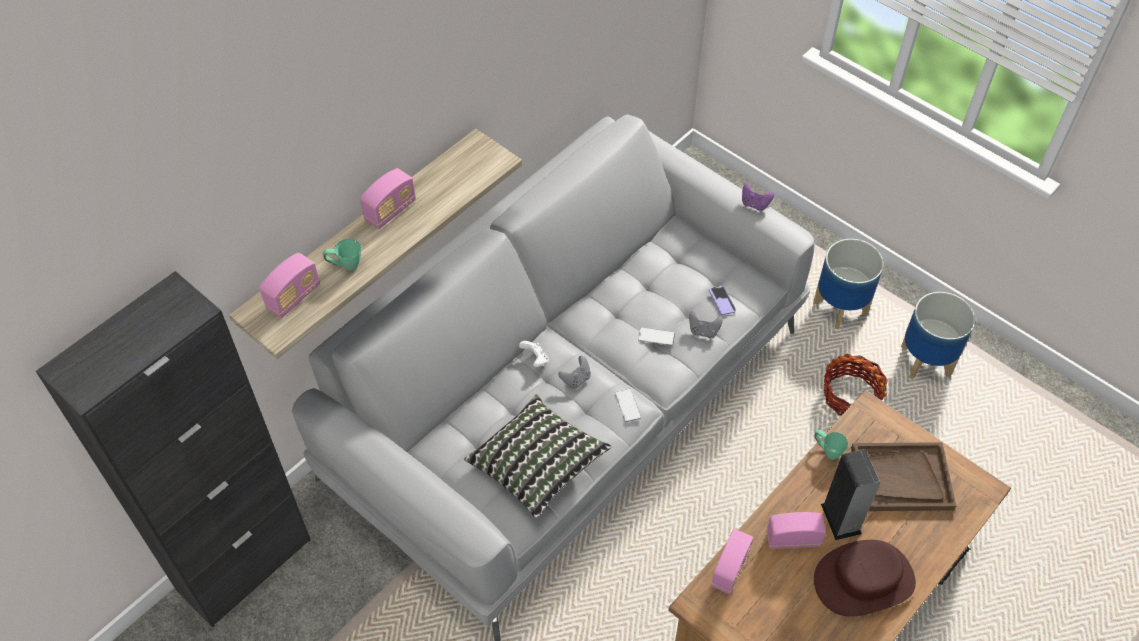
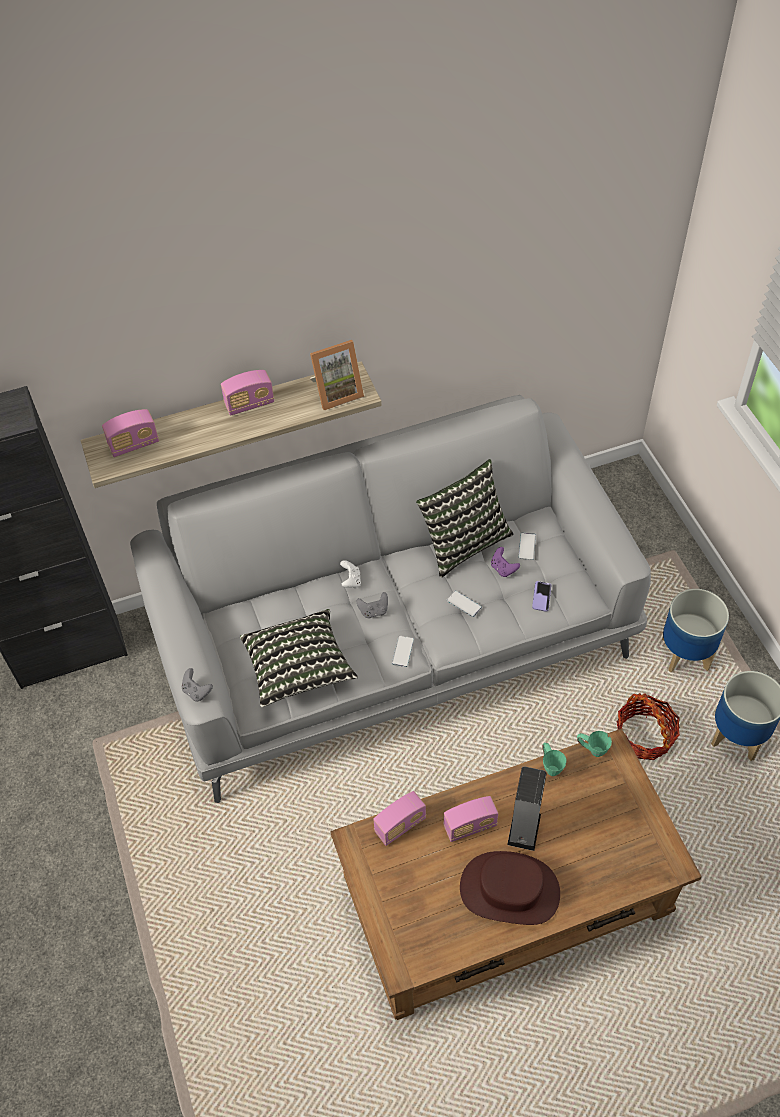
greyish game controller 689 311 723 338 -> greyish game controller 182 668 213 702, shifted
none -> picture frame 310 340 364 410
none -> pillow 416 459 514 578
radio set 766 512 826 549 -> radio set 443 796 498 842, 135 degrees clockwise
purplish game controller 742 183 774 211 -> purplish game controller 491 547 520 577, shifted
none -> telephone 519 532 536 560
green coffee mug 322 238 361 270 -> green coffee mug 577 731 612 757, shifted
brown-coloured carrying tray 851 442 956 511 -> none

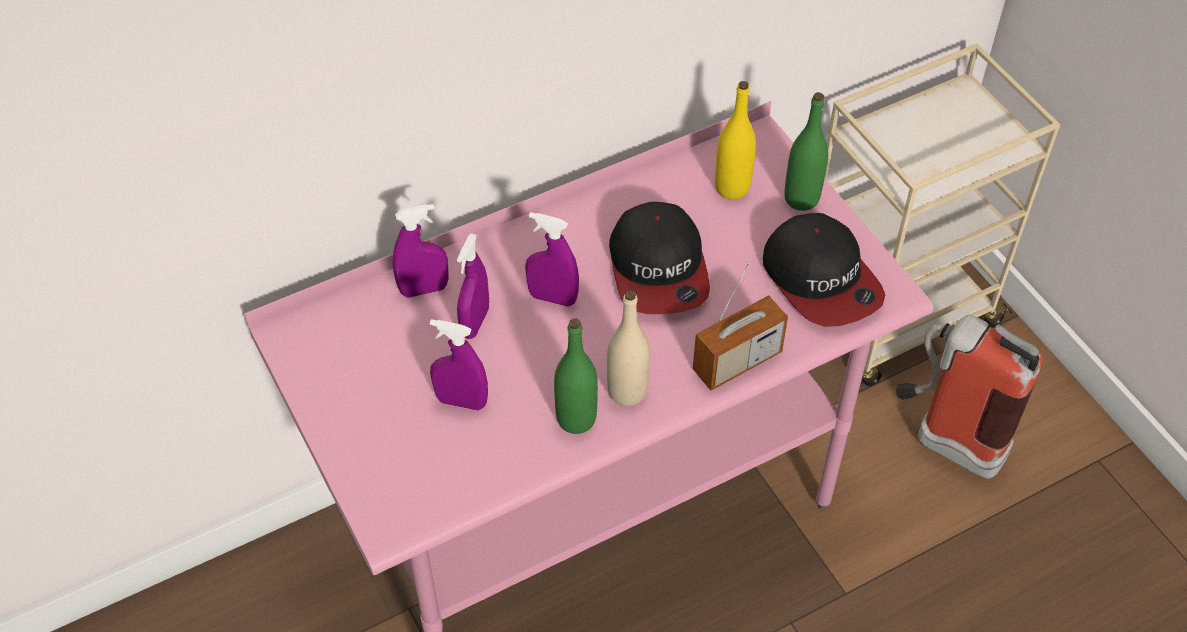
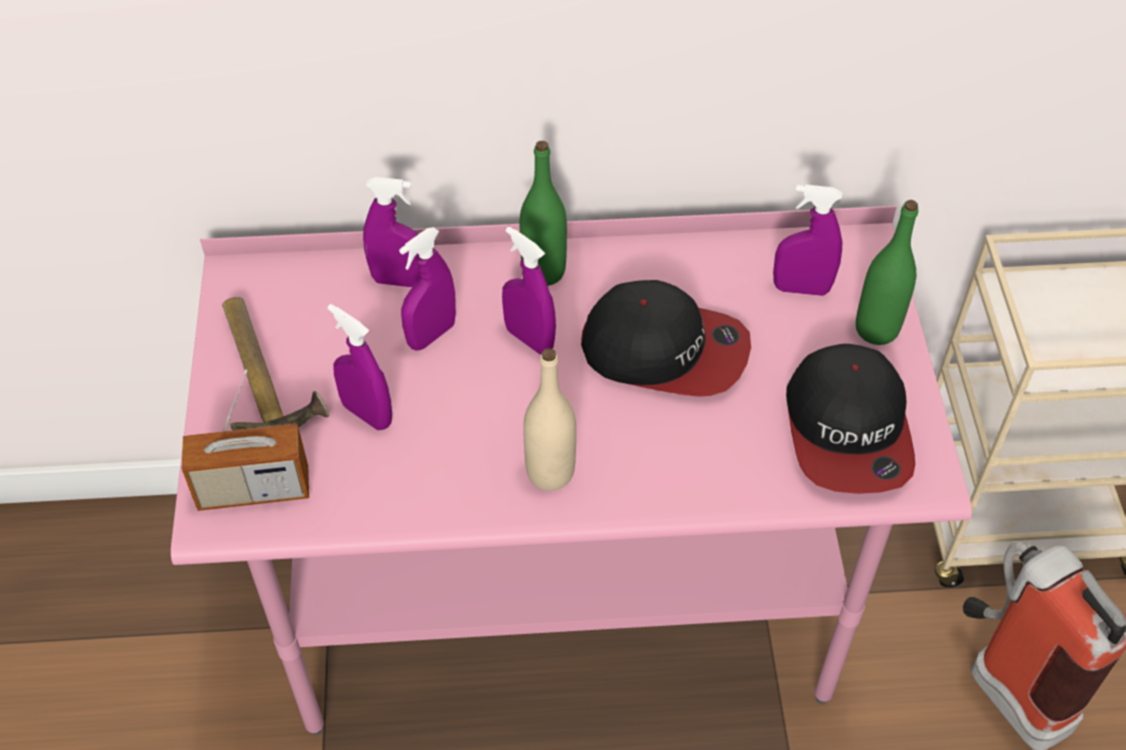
radio set 693 260 788 391 -> radio set 182 370 309 511, shifted
none -> hammer 222 297 329 430
green drink bottle 554 318 598 434 -> green drink bottle 520 141 567 286, shifted
peaked cap 609 202 710 314 -> peaked cap 581 280 751 397, 90 degrees counterclockwise
yellow drink bottle 715 81 756 199 -> purplish hand sprayer 773 184 842 296

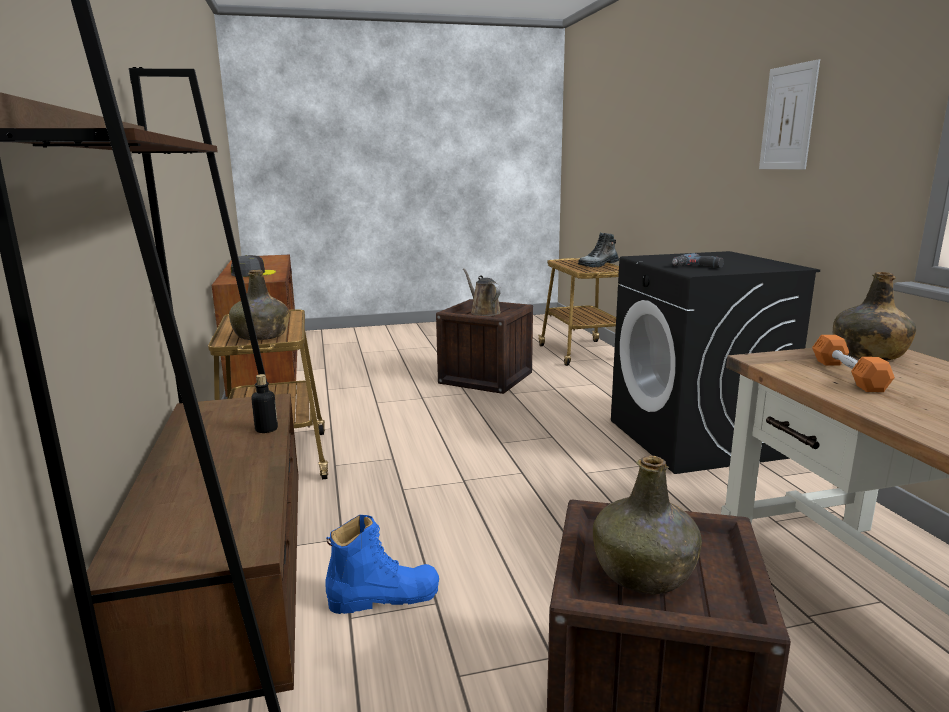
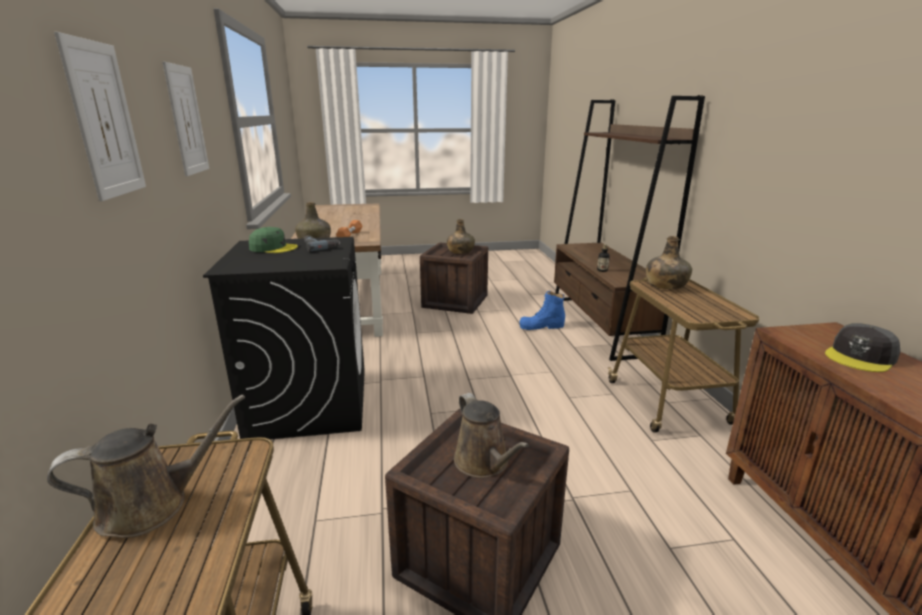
boot 578 232 619 267 -> brown-coloured watering can 47 395 245 538
none -> wall picture 54 32 146 201
none -> green peaked cap 249 227 298 253

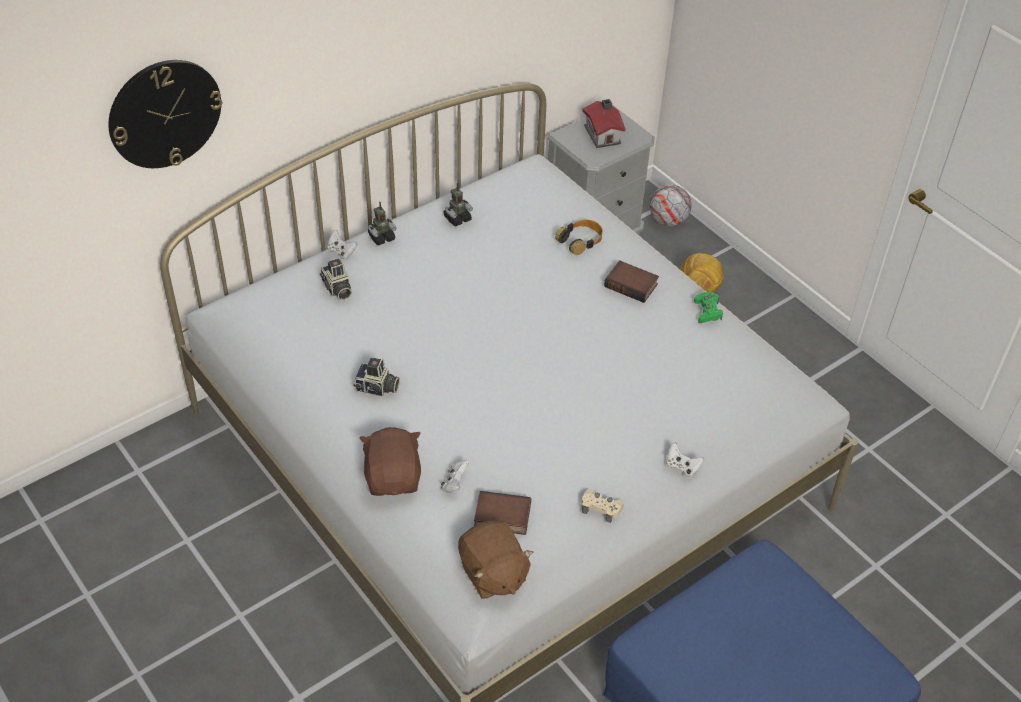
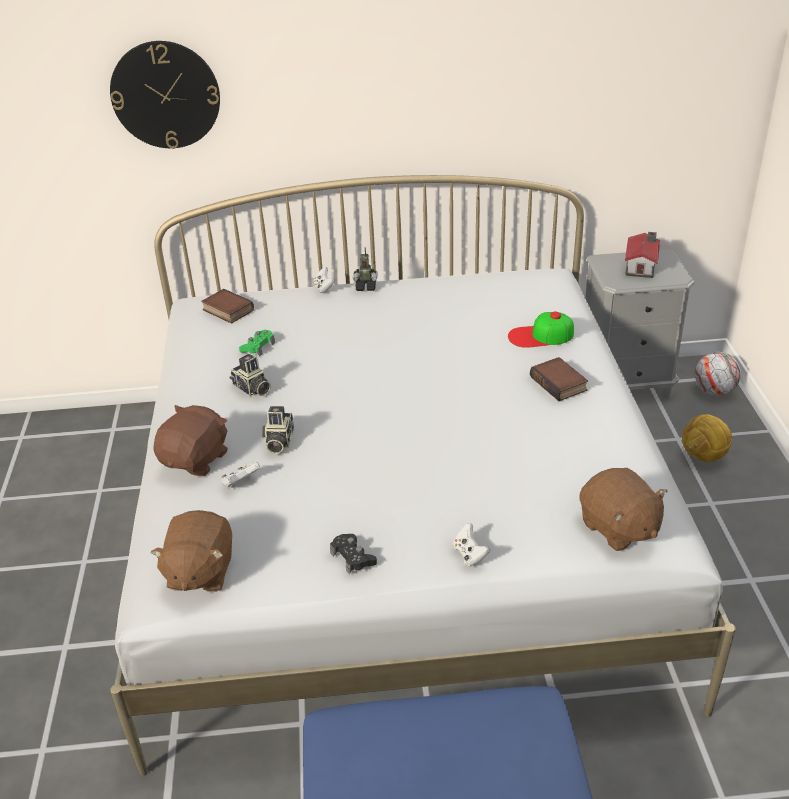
book 474 491 531 535 -> book 201 289 254 324, shifted
green game controller 694 292 723 323 -> green game controller 239 330 275 356, shifted
photo camera 320 259 352 300 -> photo camera 262 406 294 454, shifted
sand-coloured game controller 581 489 624 523 -> black game controller 330 534 377 574
pair of headphones 555 220 603 255 -> peaked cap 508 312 574 348
none -> brown-coloured soft toy 579 468 667 551
toy robot 444 183 473 226 -> none

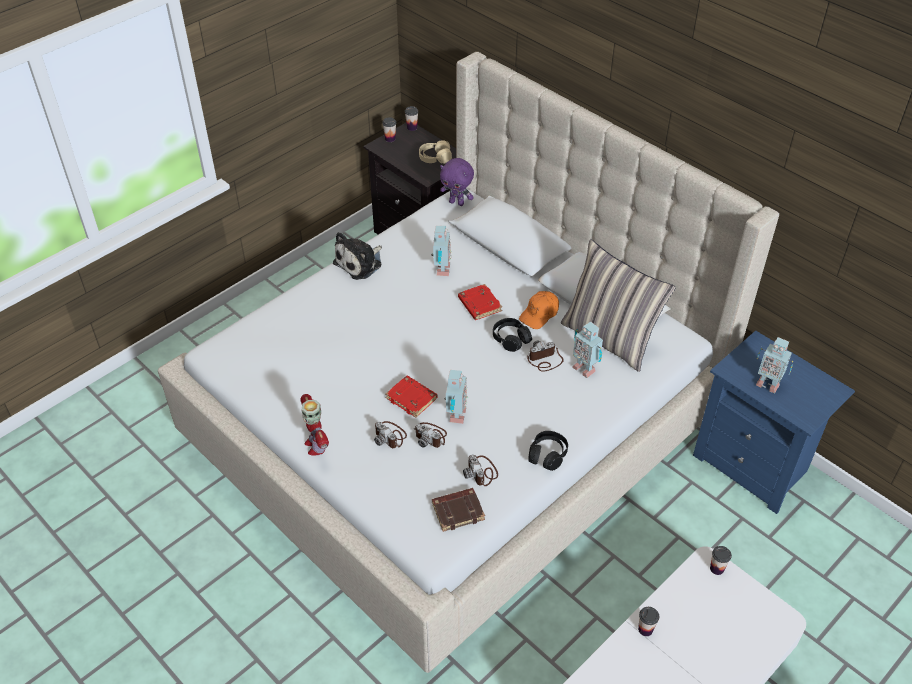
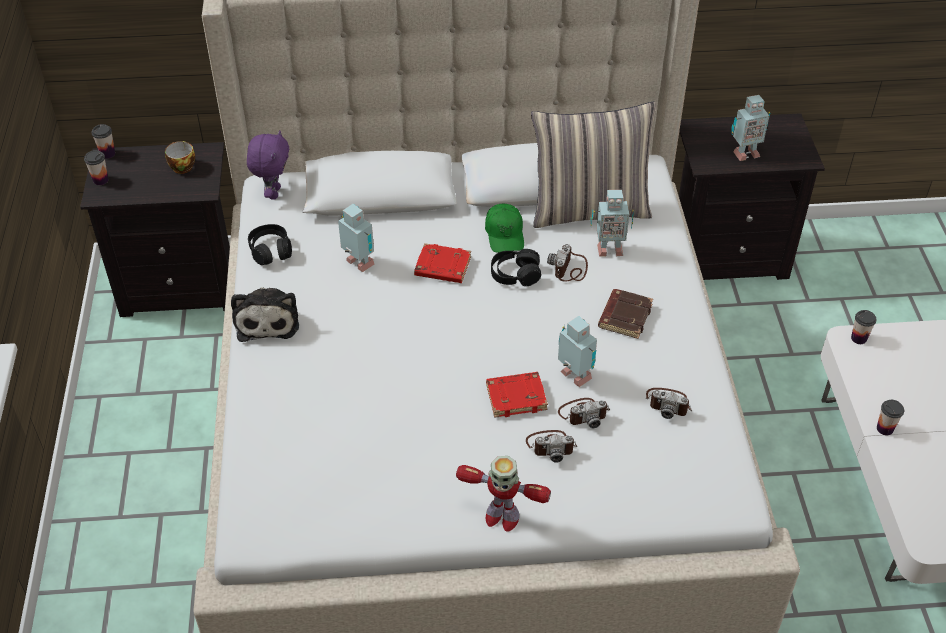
sand-coloured pair of headphones 419 140 452 164 -> drinking cup 165 141 195 174
purplish soft toy 440 158 474 206 -> purplish soft toy 247 130 289 199, 60 degrees counterclockwise
black pair of headphones 528 431 568 471 -> black pair of headphones 248 224 292 265, shifted
orange peaked cap 519 291 559 329 -> green peaked cap 485 204 524 253
brown-coloured book 432 488 485 532 -> brown-coloured book 598 289 653 339, shifted
blue bedside table 693 331 855 514 -> black bedside table 679 113 825 280

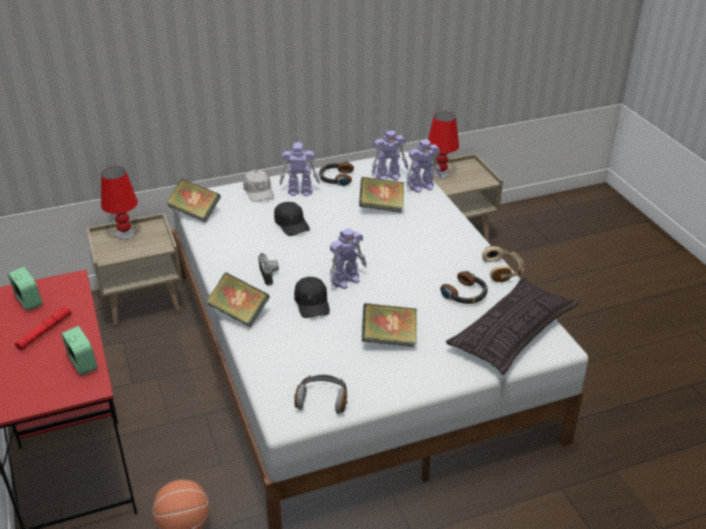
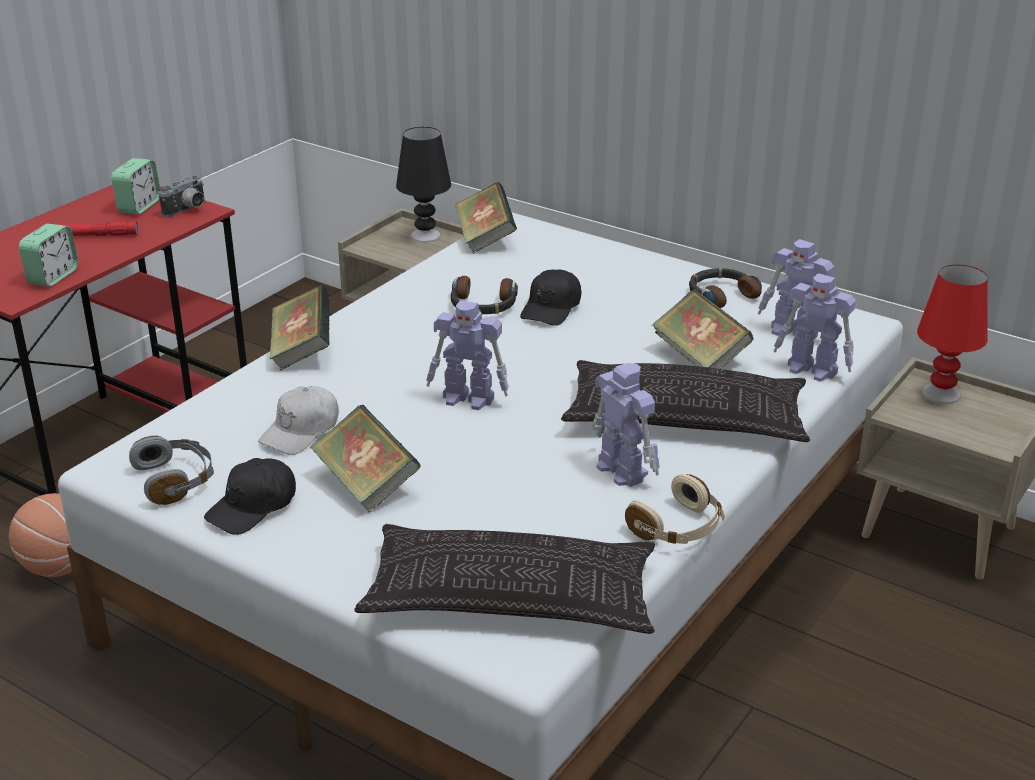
photo camera 258 253 279 285 -> photo camera 159 175 205 217, shifted
black peaked cap 294 277 330 318 -> black peaked cap 204 458 296 535, shifted
whitish peaked cap 243 170 274 202 -> whitish peaked cap 258 386 339 455, shifted
red-coloured lamp for a table 101 167 138 240 -> black lamp for a table 396 127 451 243
pair of headphones 440 271 488 304 -> pair of headphones 451 276 518 314, shifted
none -> pillow 561 360 810 442
toy robot 280 142 320 196 -> toy robot 592 363 660 487, shifted

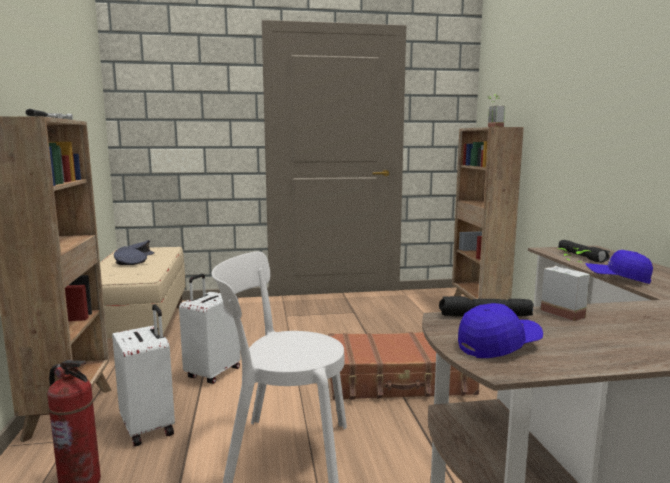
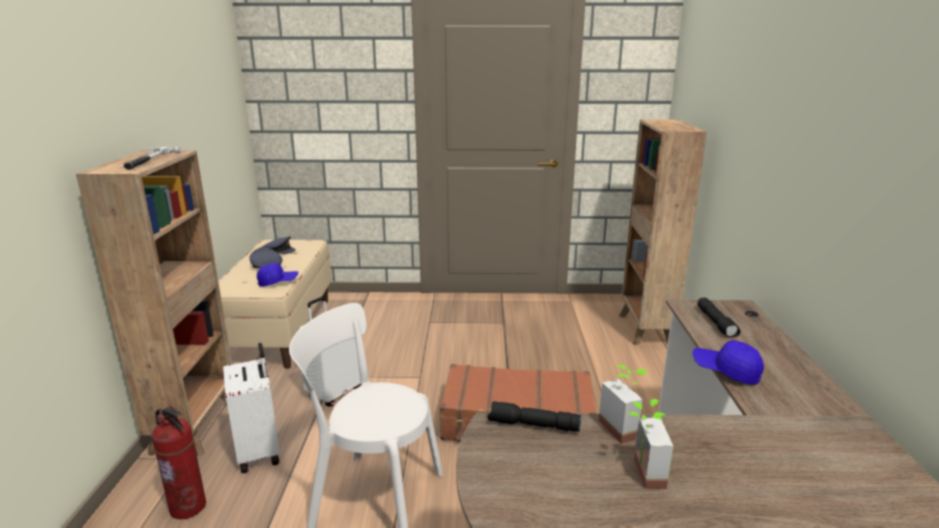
blue peaked cap 458 303 543 358 -> blue peaked cap 257 263 299 287, shifted
houseplant 488 95 505 127 -> houseplant 627 399 673 489, shifted

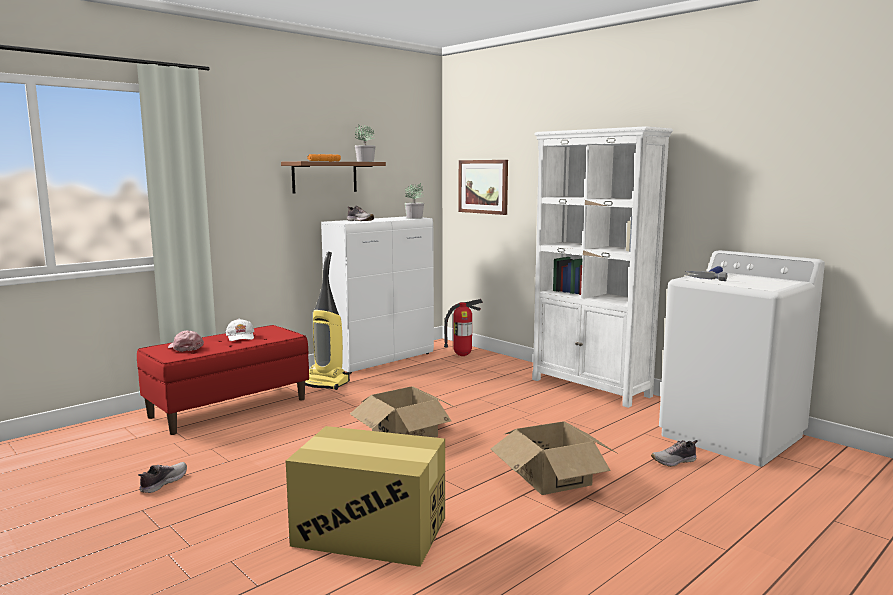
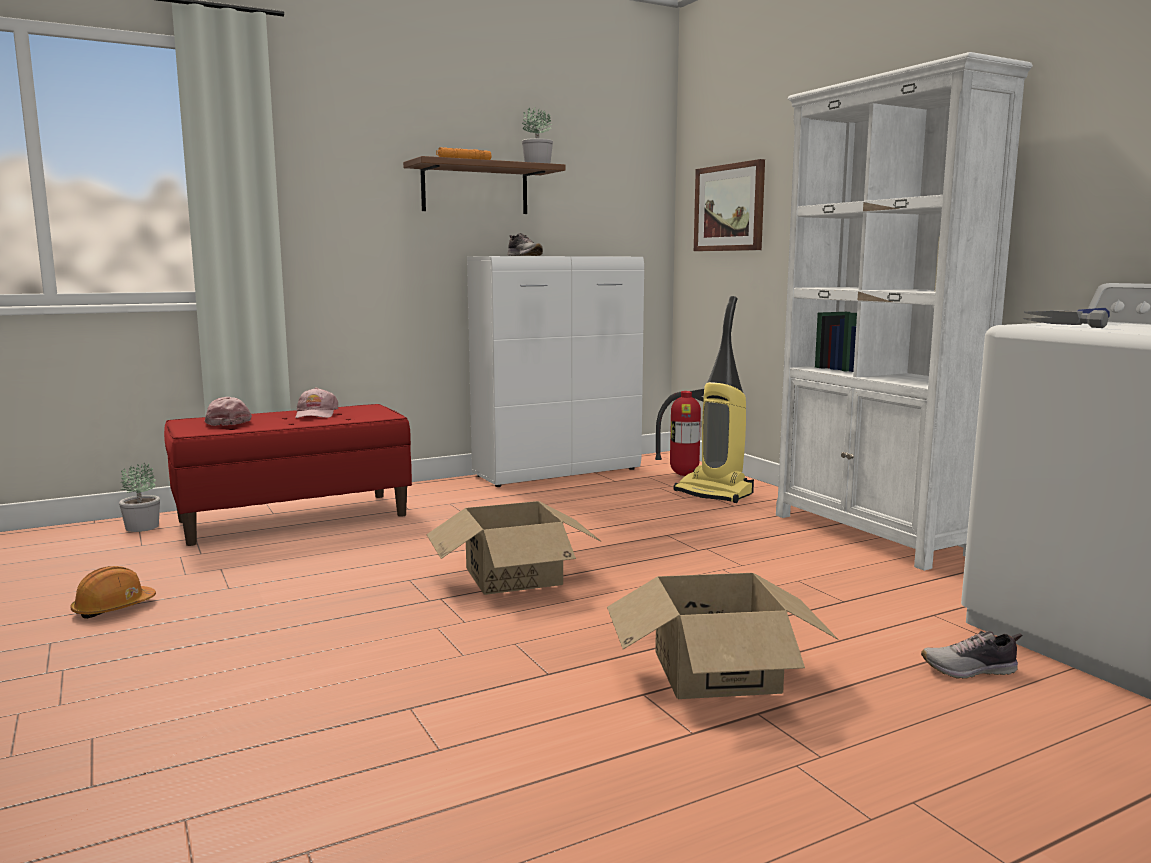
shoe 138 462 187 493 -> orange safety helmet 70 566 156 619
houseplant 405 183 424 219 -> houseplant 119 463 160 532, shifted
whitish peaked cap 225 319 254 341 -> pink-coloured peaked cap 295 387 338 418
vacuum cleaner 305 252 350 390 -> vacuum cleaner 673 296 754 503, shifted
cardboard box 286 426 445 567 -> none

